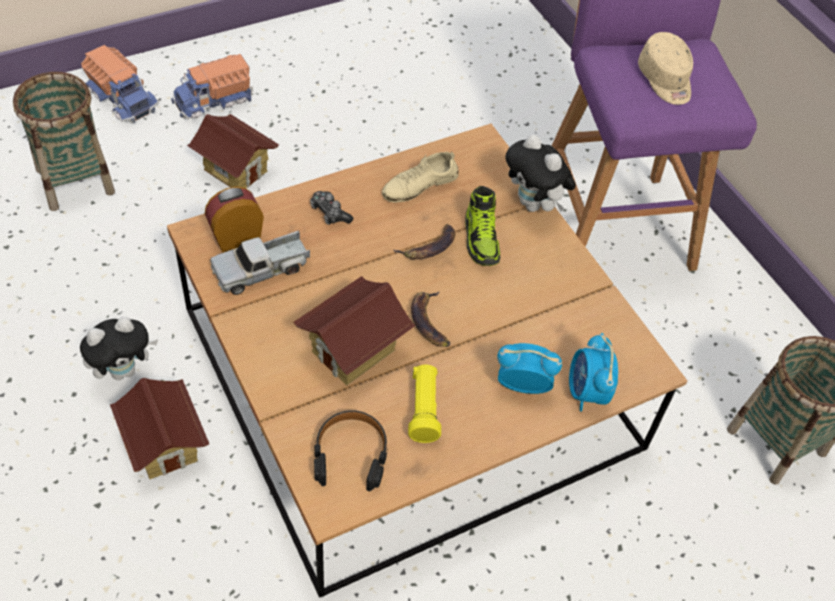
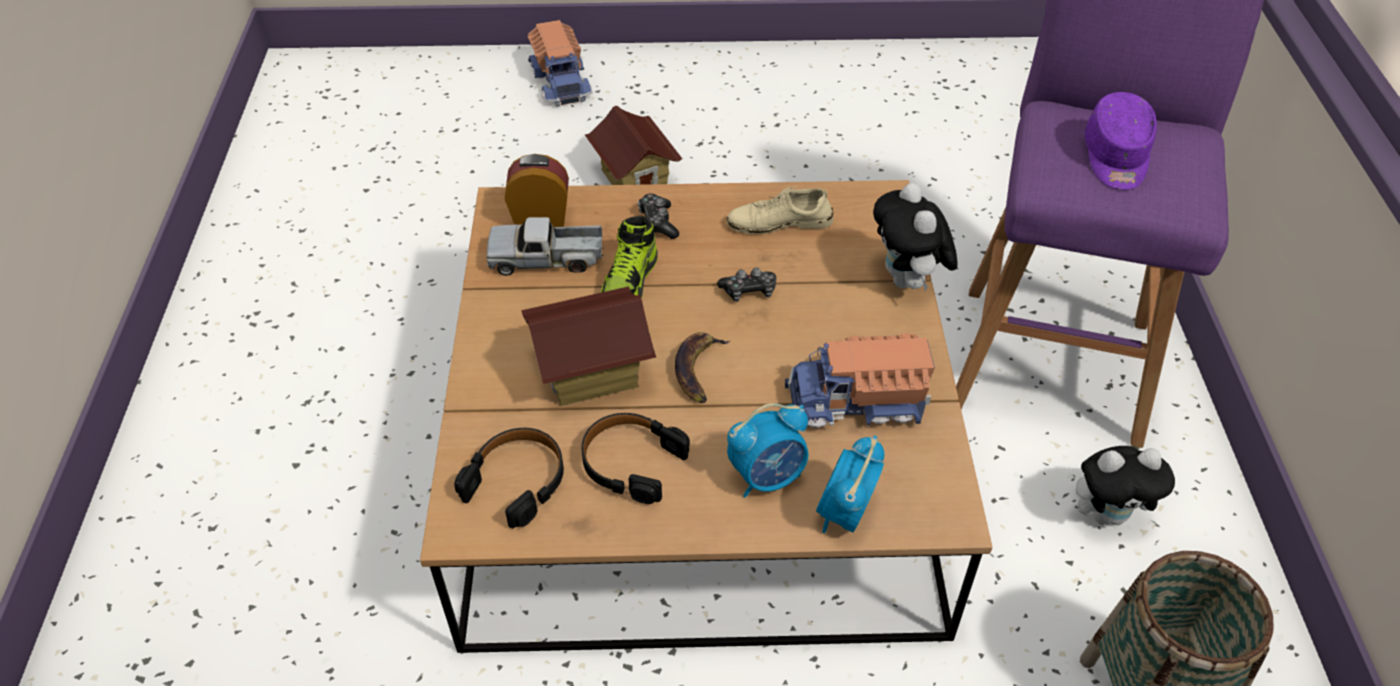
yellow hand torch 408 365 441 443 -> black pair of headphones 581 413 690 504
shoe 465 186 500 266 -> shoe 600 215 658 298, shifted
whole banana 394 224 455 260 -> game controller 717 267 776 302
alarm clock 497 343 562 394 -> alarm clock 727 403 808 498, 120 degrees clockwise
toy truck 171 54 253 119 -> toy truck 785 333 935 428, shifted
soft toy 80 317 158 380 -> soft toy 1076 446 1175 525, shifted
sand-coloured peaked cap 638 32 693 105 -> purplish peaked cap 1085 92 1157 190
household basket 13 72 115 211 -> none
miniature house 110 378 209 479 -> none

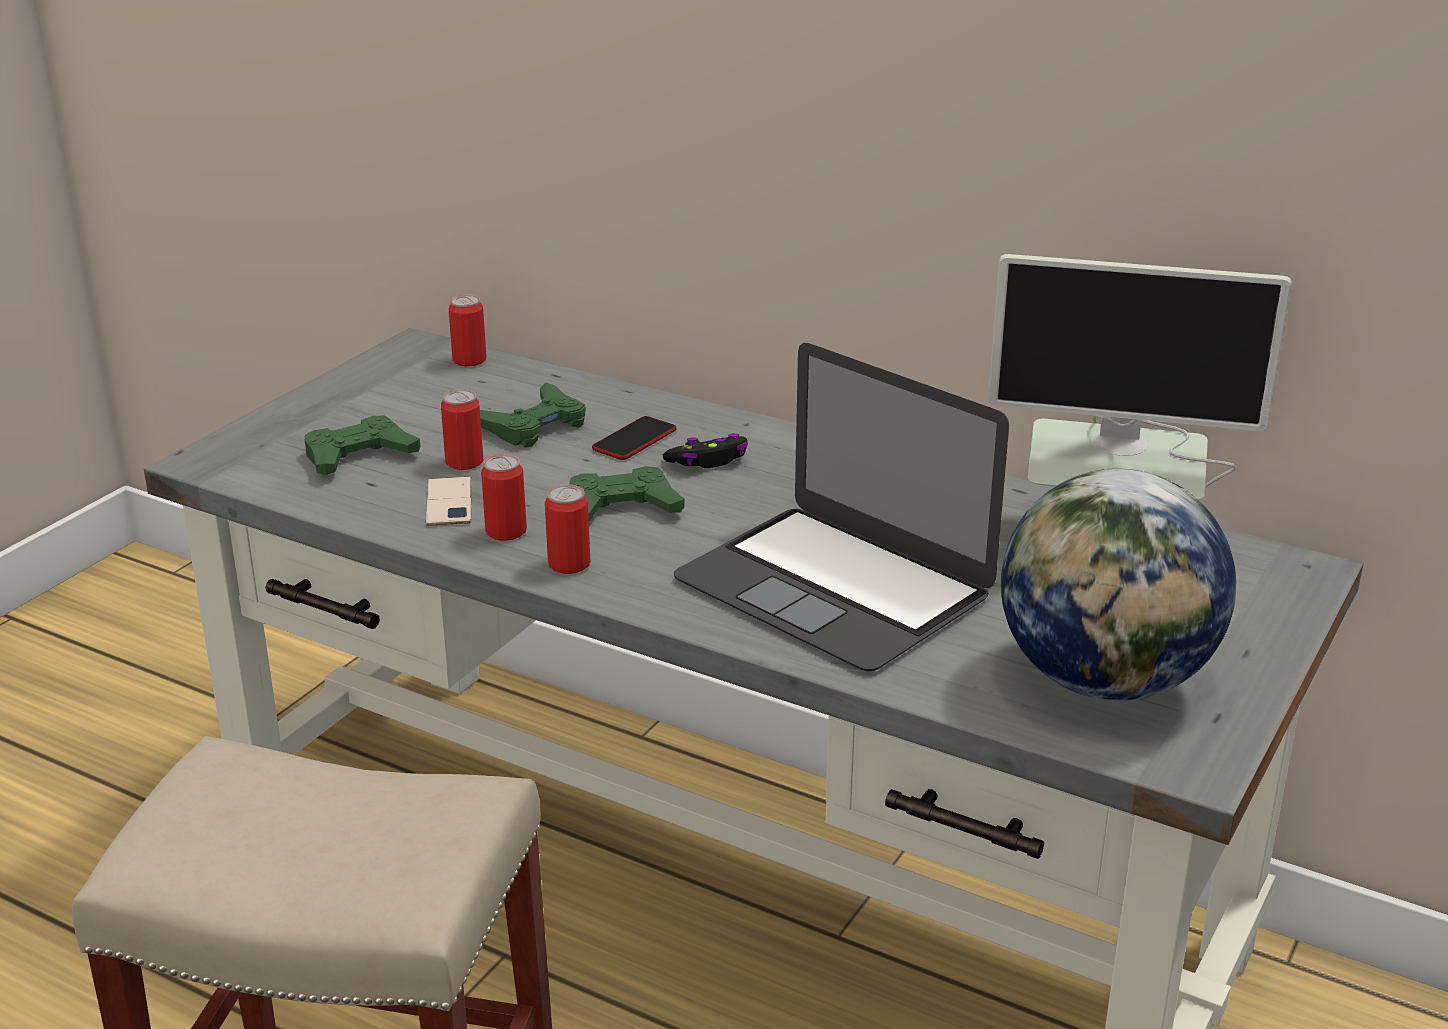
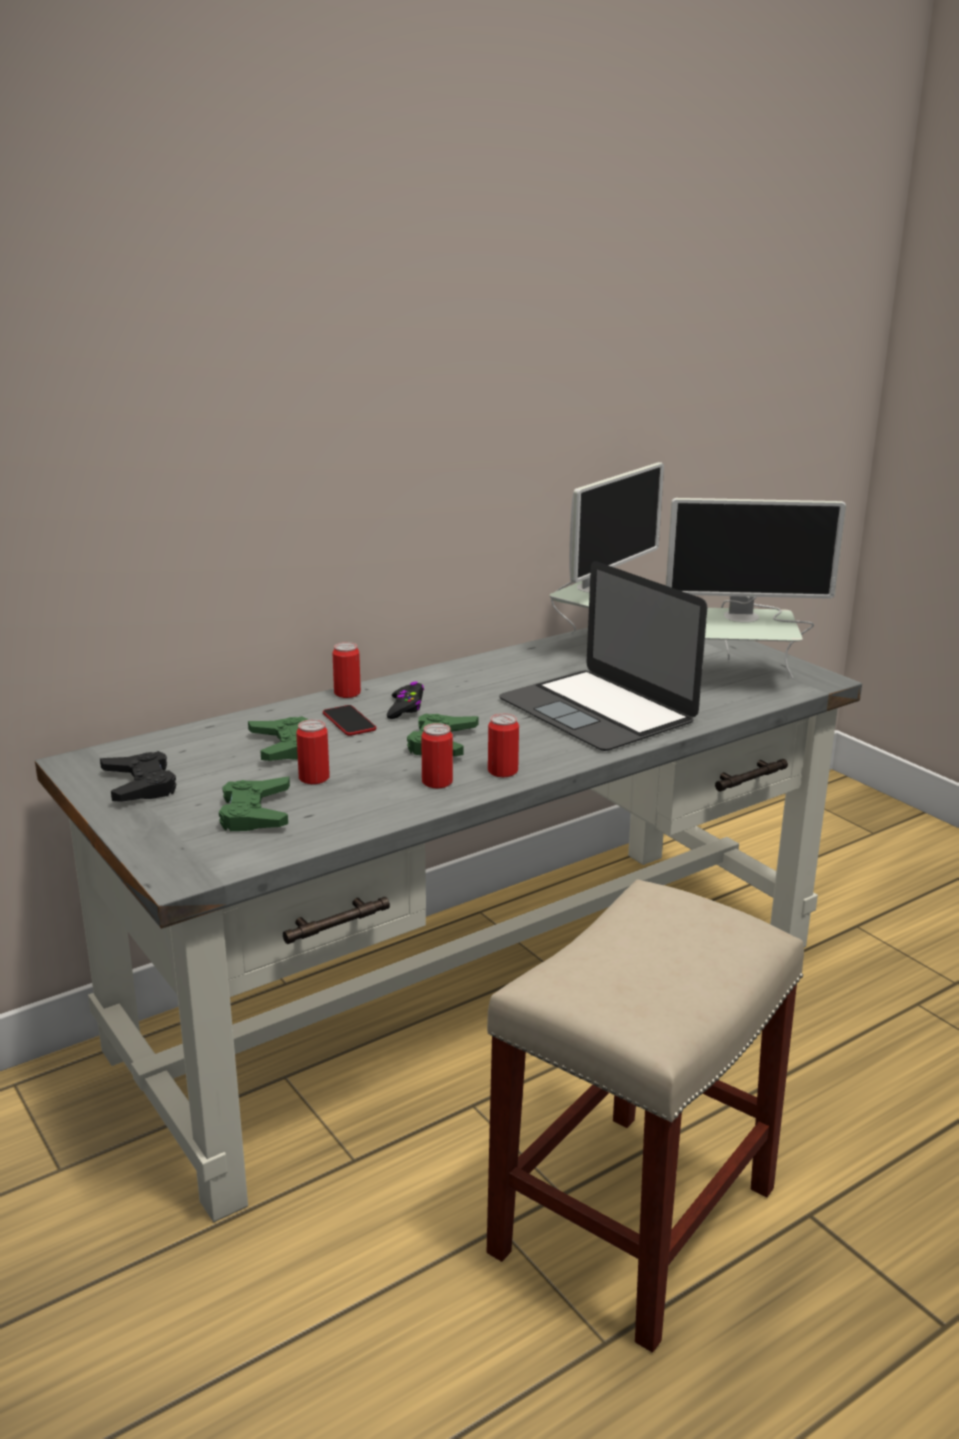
none -> black game controller 100 751 177 802
sealed can 449 294 487 366 -> sealed can 333 642 361 698, shifted
portable computer 674 343 1009 671 -> portable computer 499 561 707 751, 75 degrees clockwise
desk globe 1001 469 1236 701 -> monitor 666 498 846 678
telephone 426 477 472 526 -> none

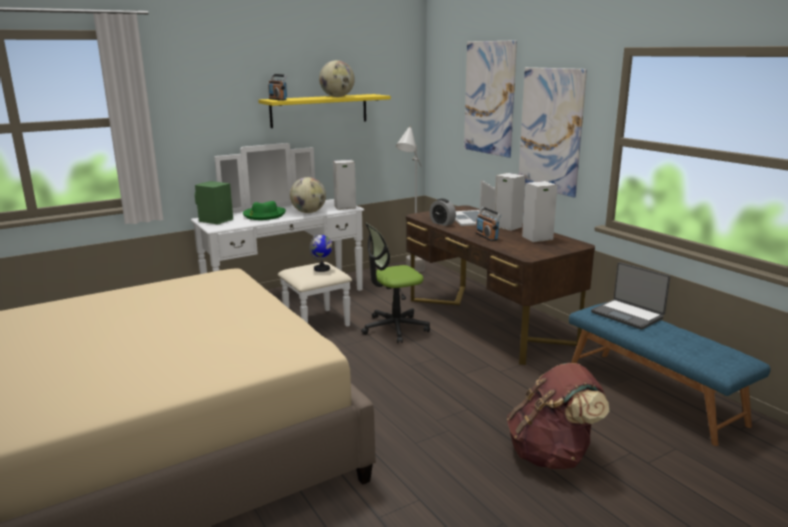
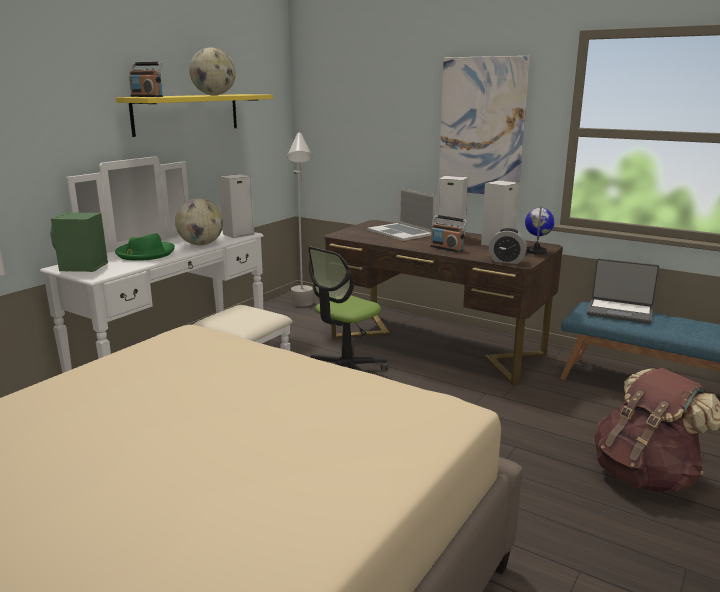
alarm clock 430 199 456 226 -> alarm clock 489 228 527 264, shifted
desk globe 310 233 333 272 -> desk globe 525 205 555 255, shifted
wall picture 464 40 517 158 -> none

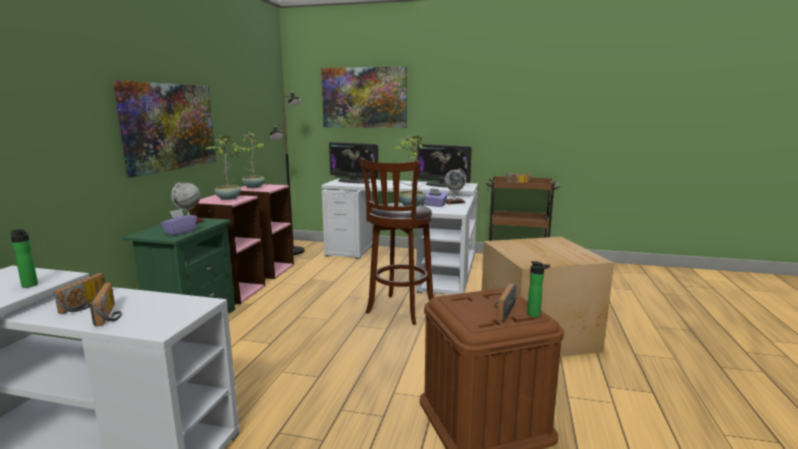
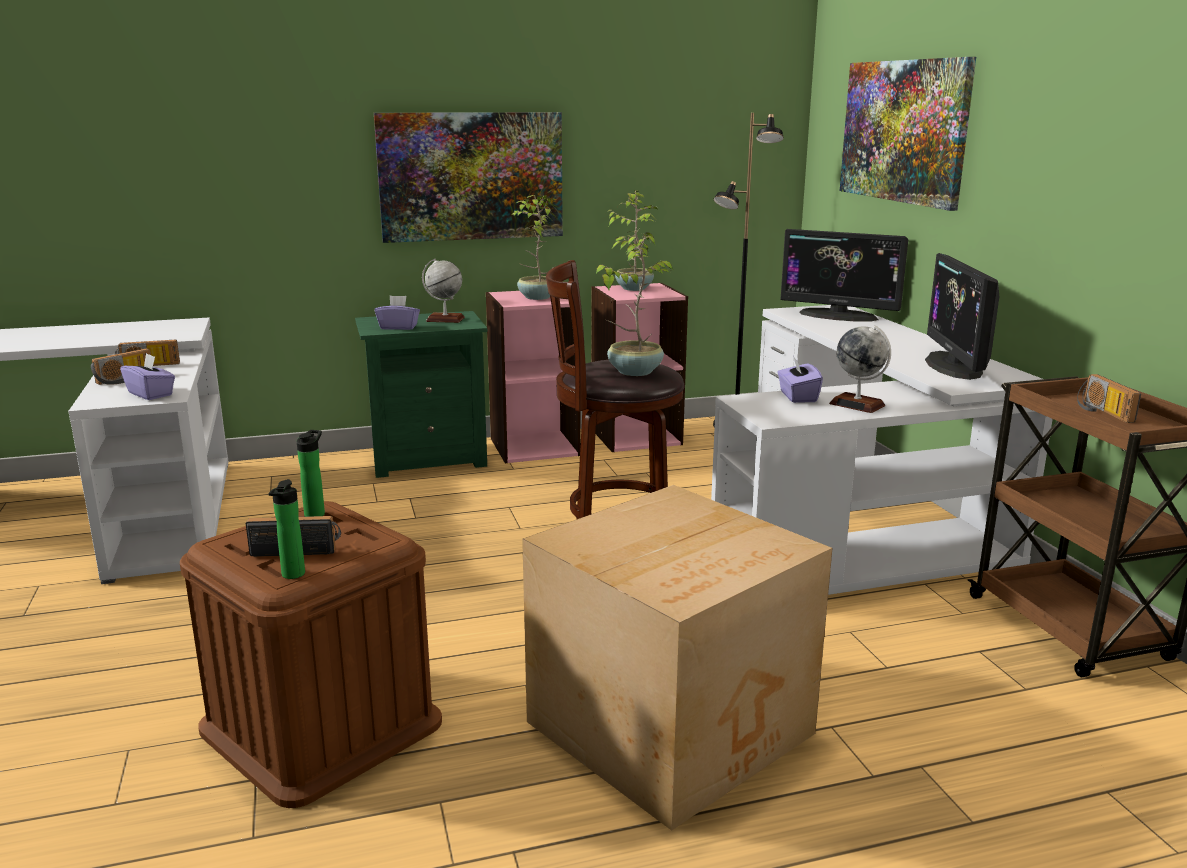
none -> purplish box of tissues 120 353 175 400
drink bottle 11 229 38 288 -> drink bottle 297 430 325 517, shifted
monitor 329 142 378 183 -> monitor 780 229 908 321, 60 degrees counterclockwise

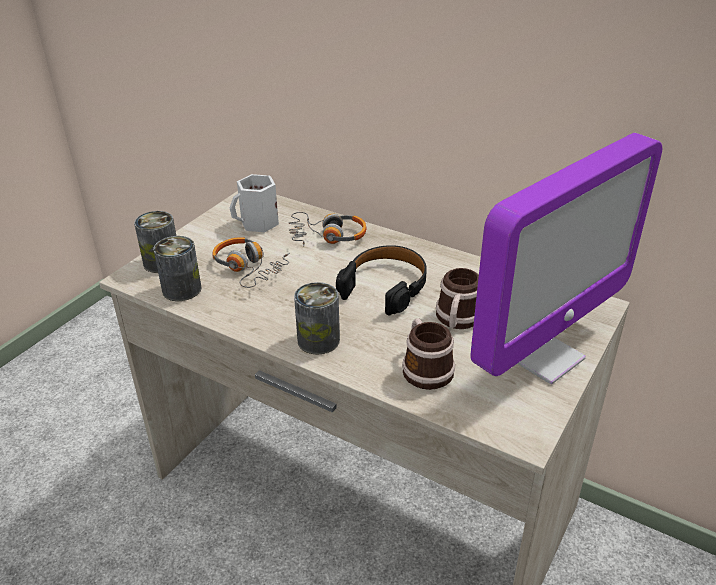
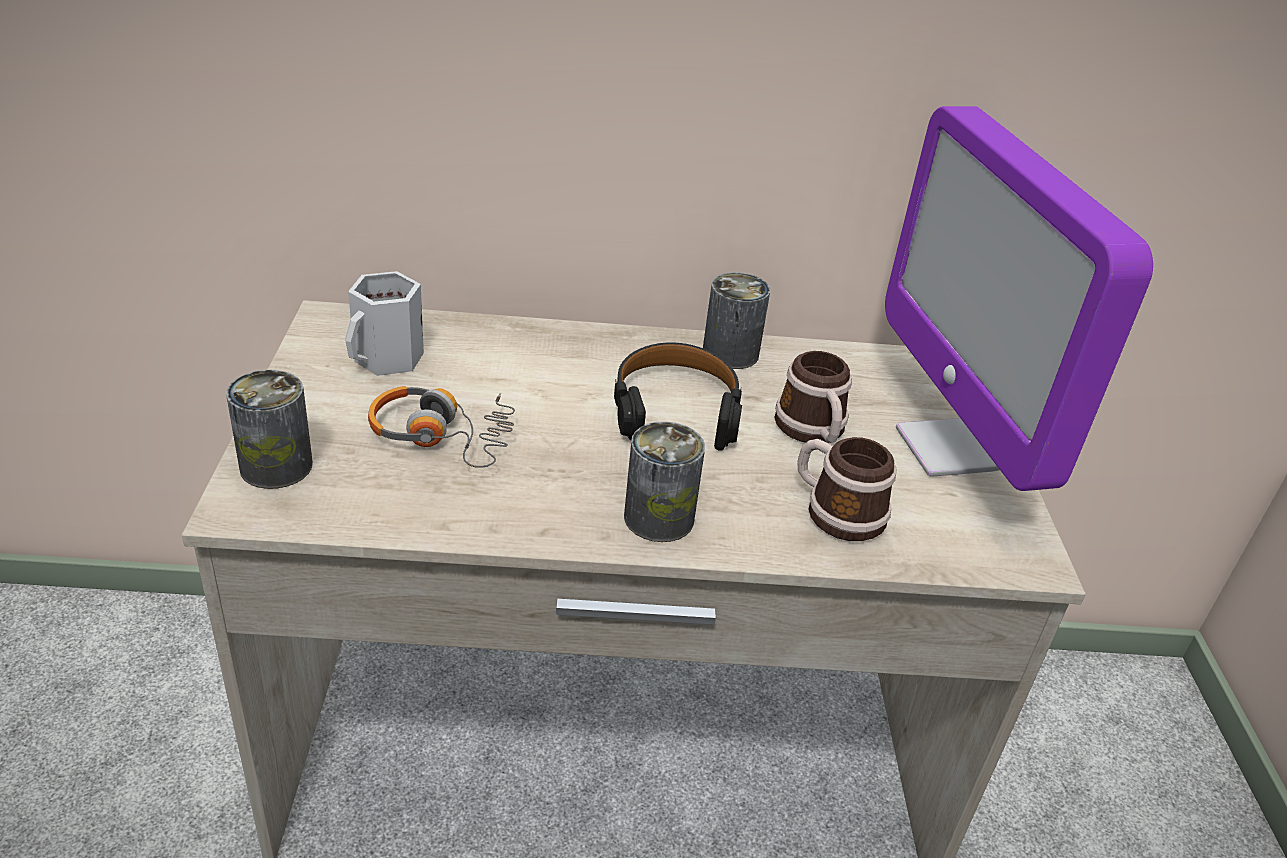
sealed can 153 236 201 301 -> sealed can 703 272 771 369, shifted
monitor 470 133 662 384 -> monitor 885 106 1153 491, 150 degrees clockwise
pair of headphones 289 212 366 247 -> none

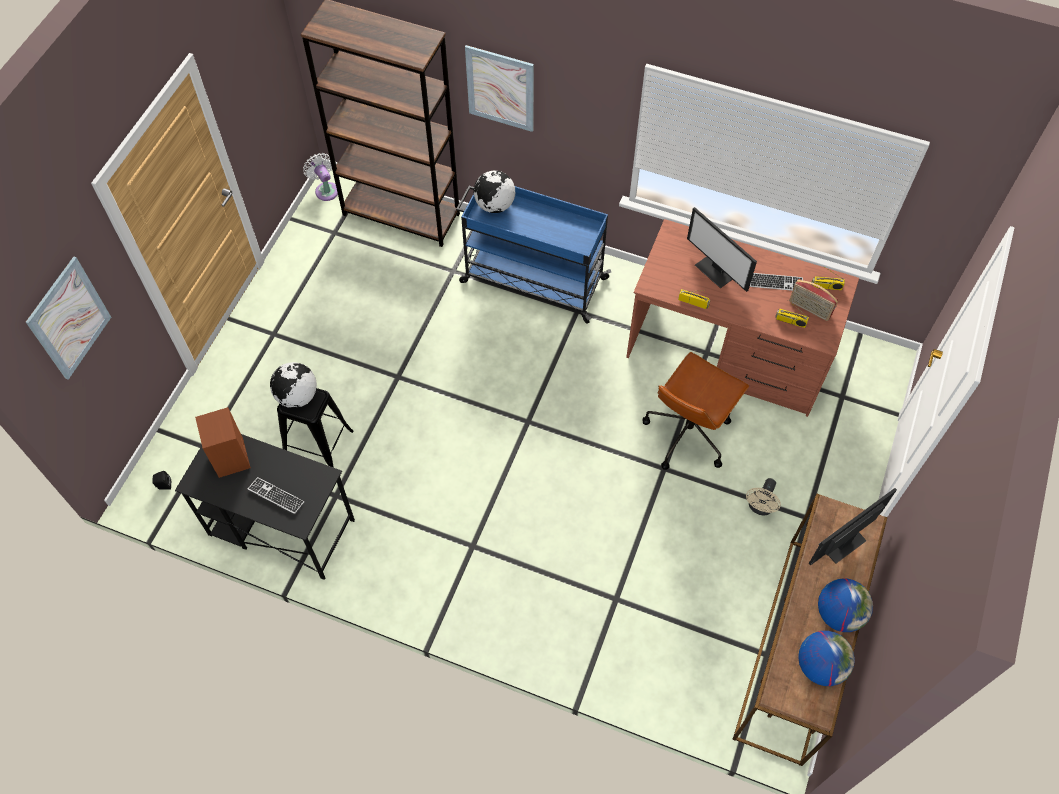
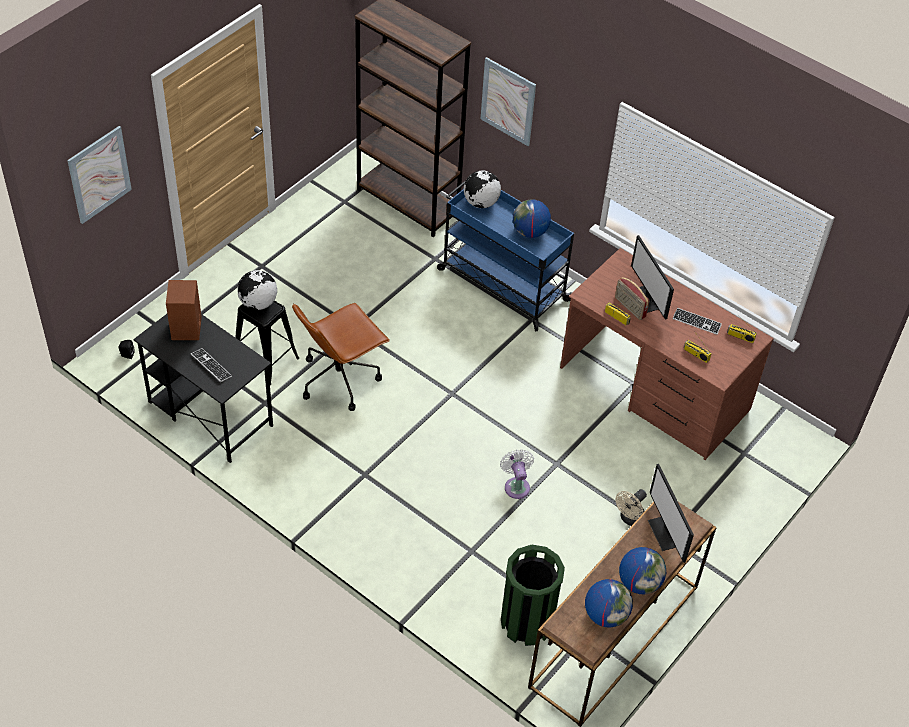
brown-coloured office chair 643 352 749 470 -> brown-coloured office chair 292 303 390 411, shifted
whitish fan 303 153 338 201 -> whitish fan 500 449 534 499, shifted
none -> green trash can 501 545 565 646
none -> desk globe 513 199 551 238
radio set 789 279 838 321 -> radio set 615 277 649 320, shifted
monitor 808 488 897 566 -> monitor 648 464 694 563, 90 degrees counterclockwise

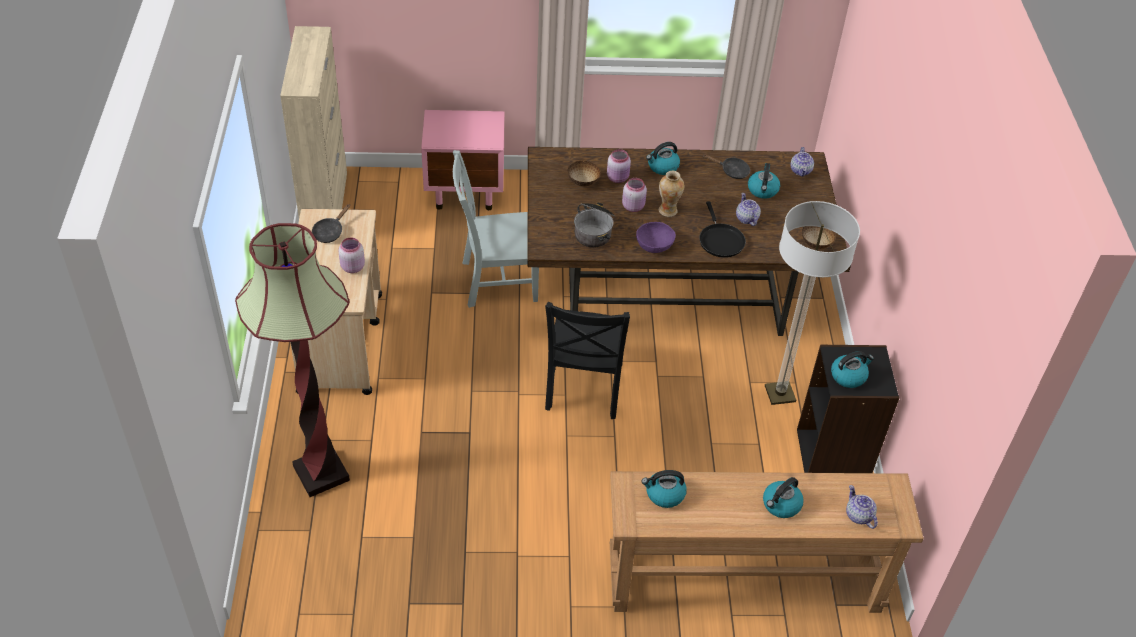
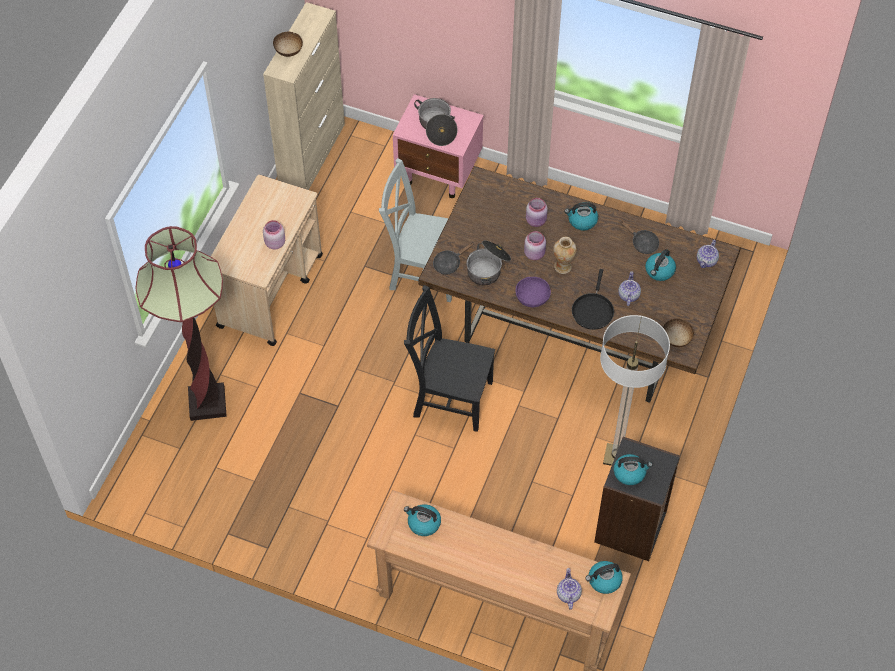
serving bowl 568 160 601 187 -> serving bowl 273 32 303 57, shifted
black plain chair 545 302 630 419 -> black plain chair 404 285 495 432, 75 degrees clockwise
none -> cooking pot 414 98 458 146
black frying pan 312 204 350 243 -> black frying pan 433 242 474 275, shifted
kettle 763 477 804 518 -> kettle 585 561 623 594, shifted

